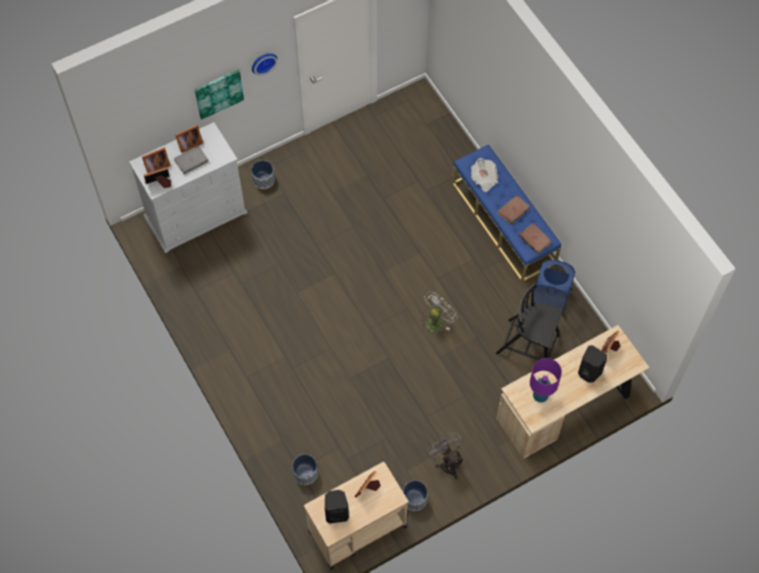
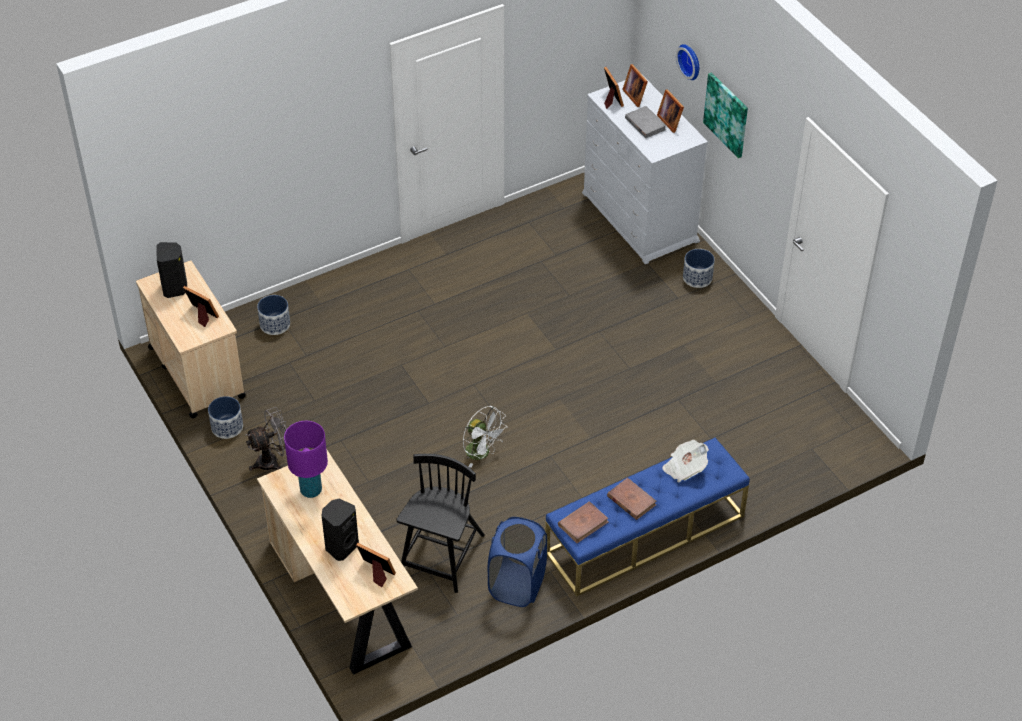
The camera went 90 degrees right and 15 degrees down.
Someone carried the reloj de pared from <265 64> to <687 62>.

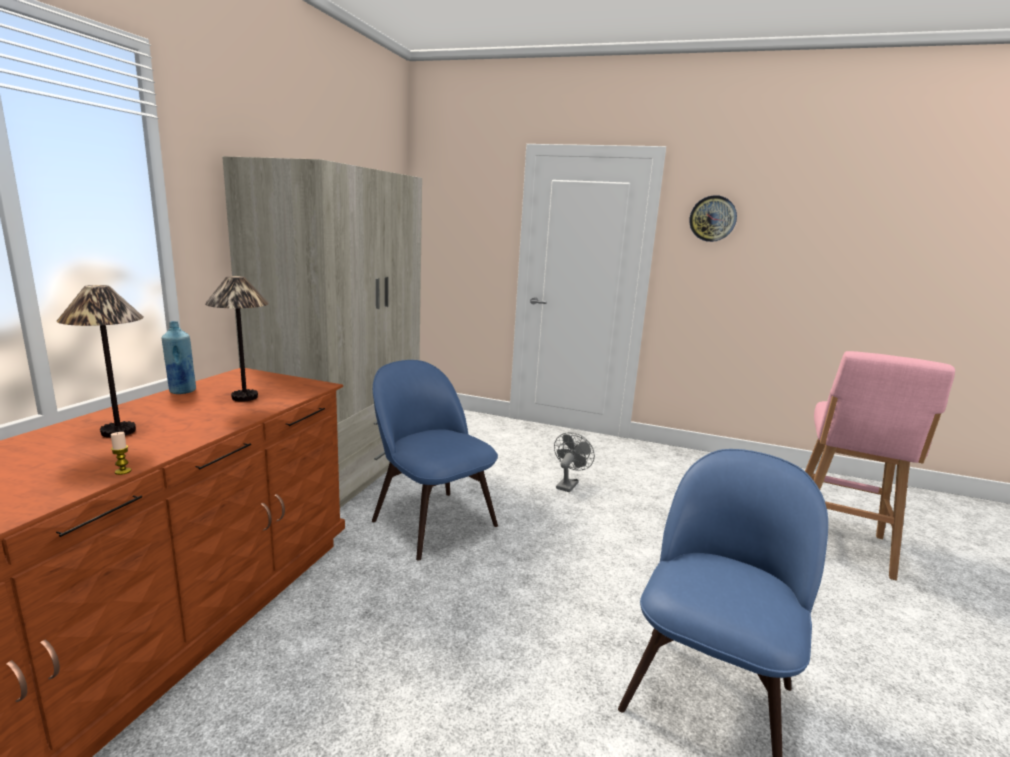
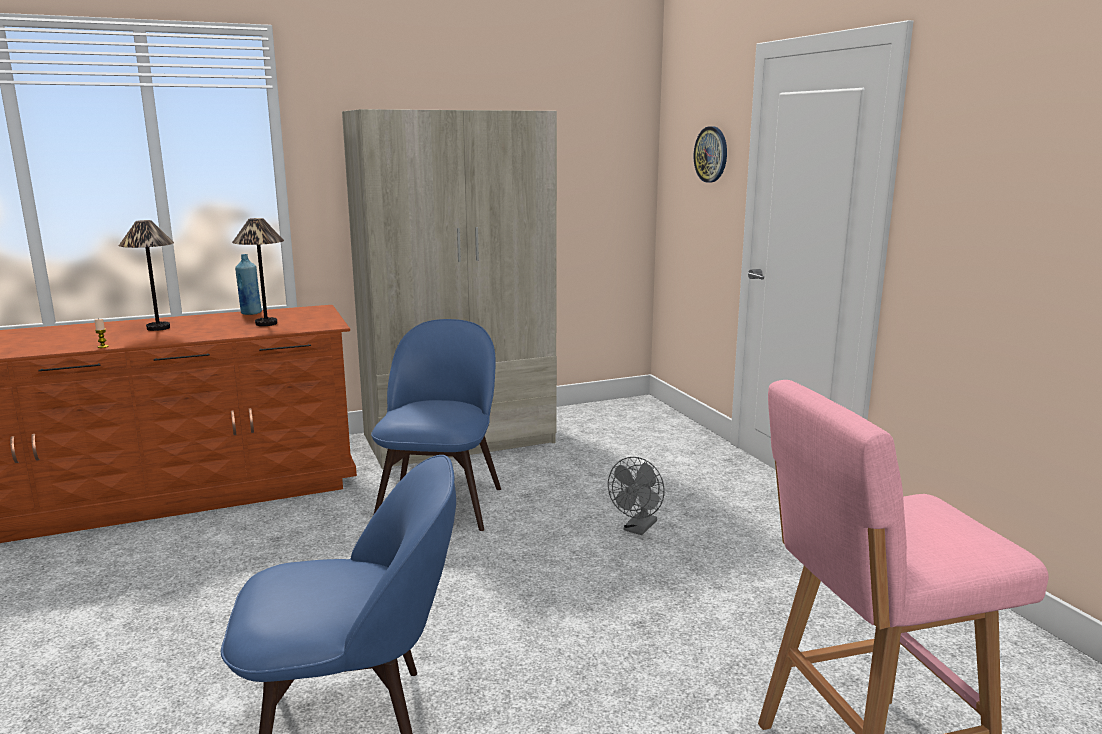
The camera went 50 degrees right and 0 degrees up.
Someone rotated the ventilador [gris] at <574 462> by 135 degrees clockwise.
Someone carried the reloj de pared from <713 218> to <710 154>.

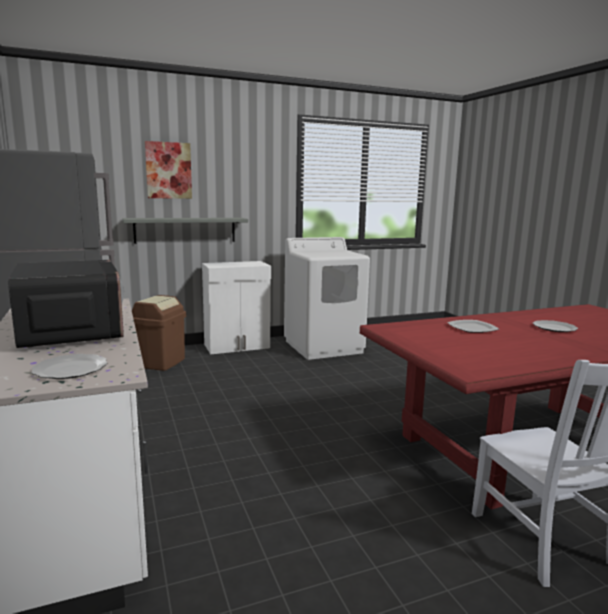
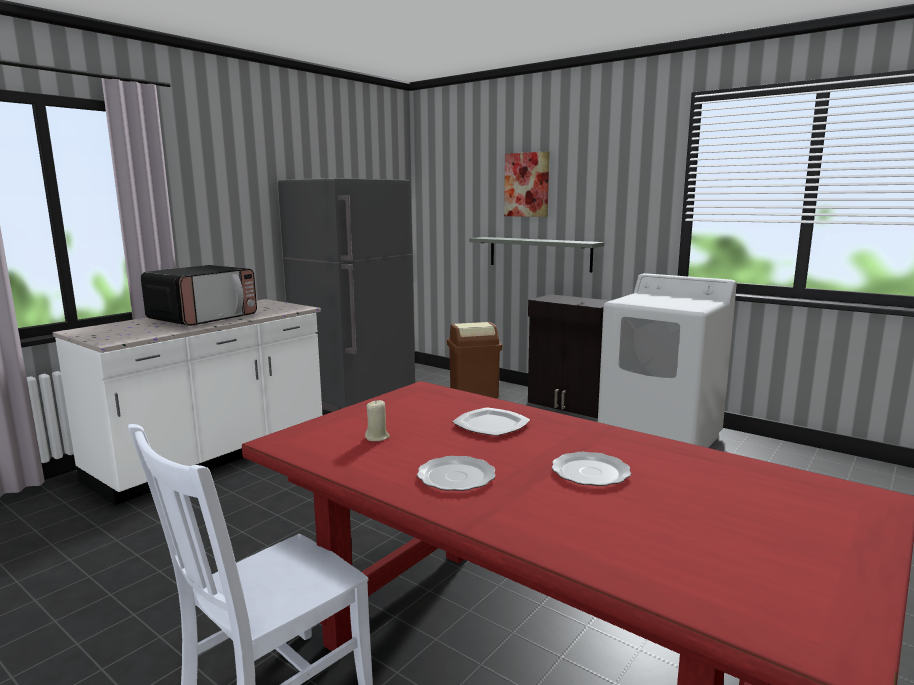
The camera went 60 degrees right and 0 degrees up.
Someone carried the plato from <69 366> to <456 473>.
Someone repainted the armario [blanco] at <236 307>, which became the armario [negro] at <569 356>.
Someone put down the vela [beis] at <377 420>.

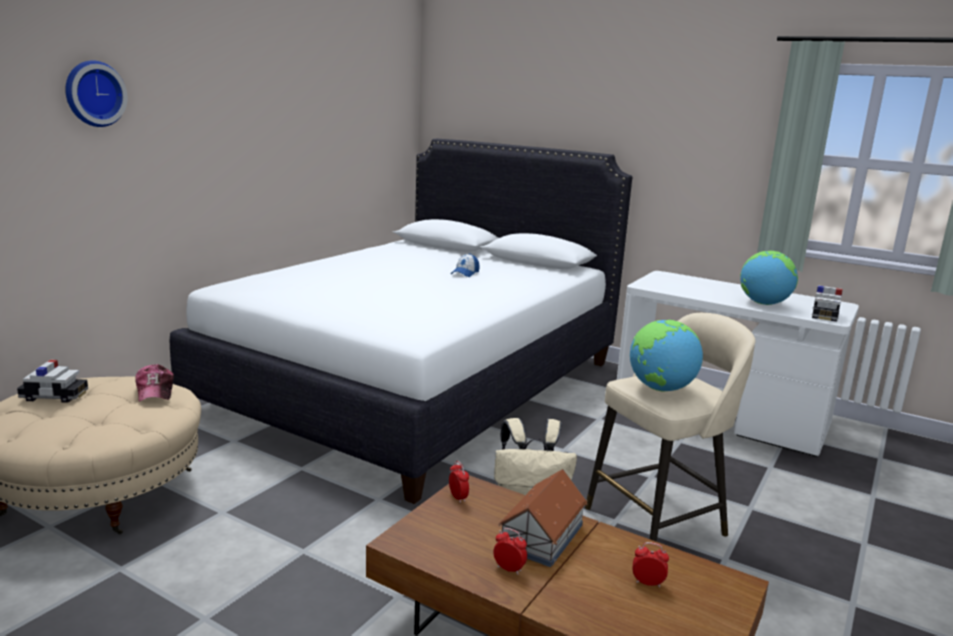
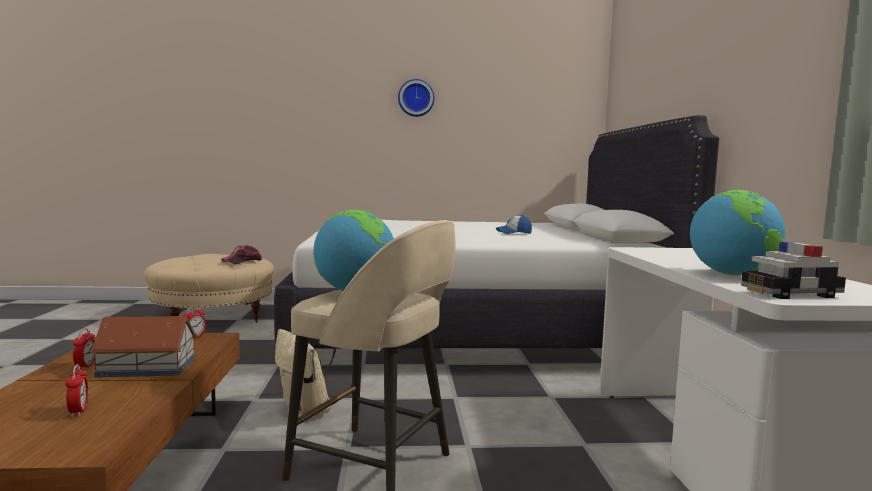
The camera went 55 degrees right and 10 degrees down.
Someone took away the coche de juguete at <52 381>.
Someone carried the reloj de pared from <96 93> to <416 98>.

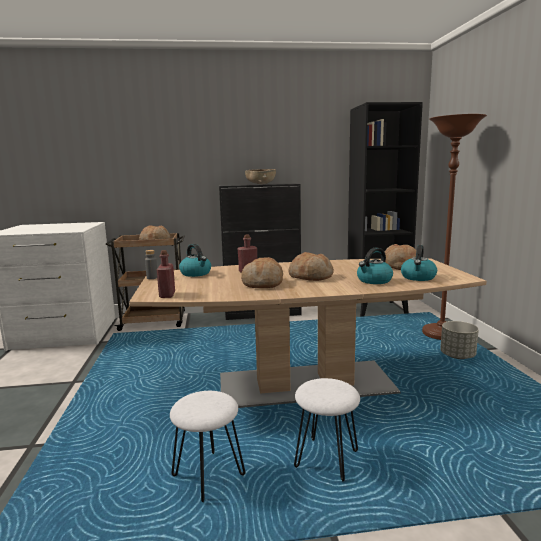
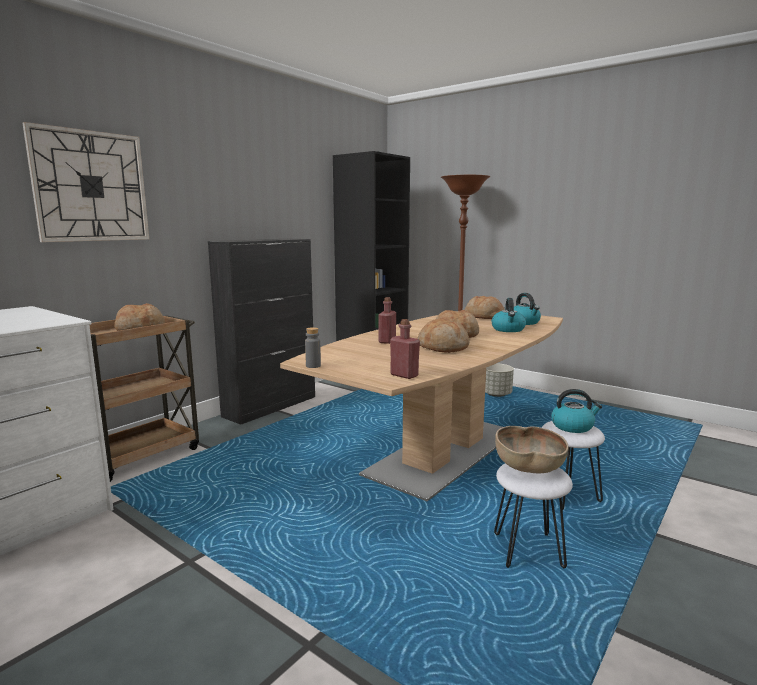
The camera went 45 degrees left and 0 degrees up.
Someone carried the hervidor from <195 260> to <576 411>.
Someone carried the cuenco [marrón] from <260 176> to <532 449>.
Someone put up the reloj de pared at <85 182>.

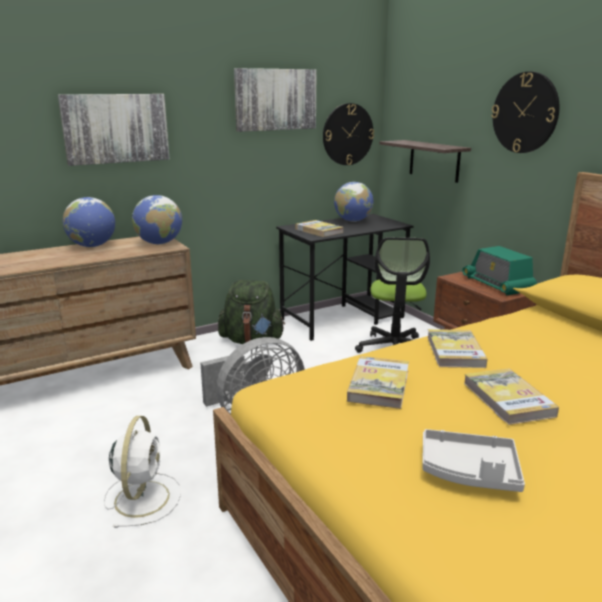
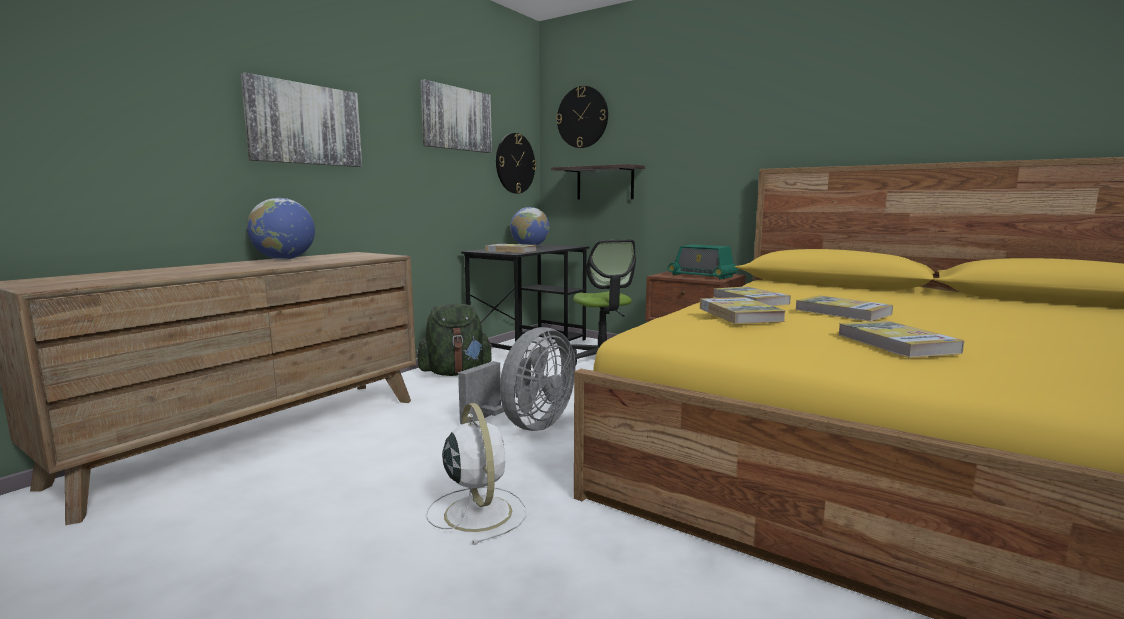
The camera went 25 degrees left and 10 degrees down.
Someone took away the globo terráqueo at <157 219>.
Someone swapped the bandeja [gris] at <473 460> for the libro at <901 339>.
Someone carried the reloj de pared from <525 112> to <582 117>.

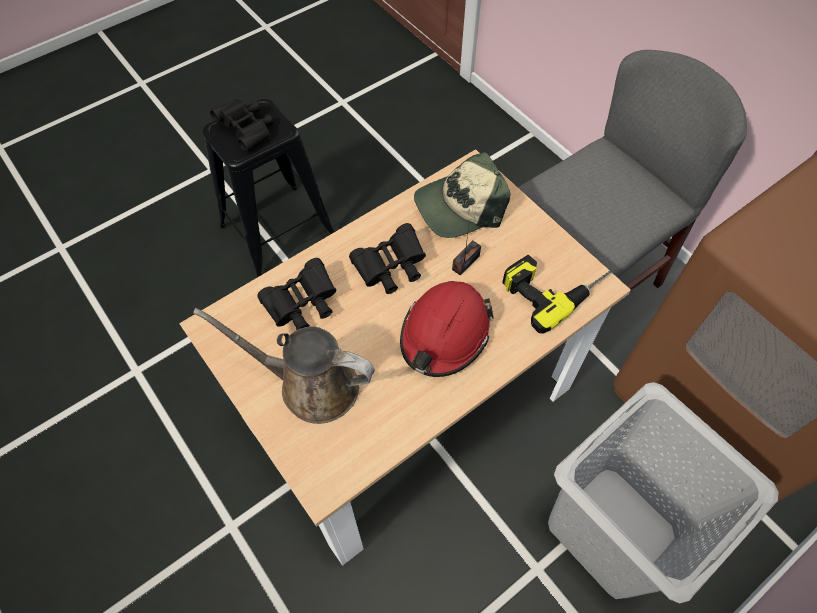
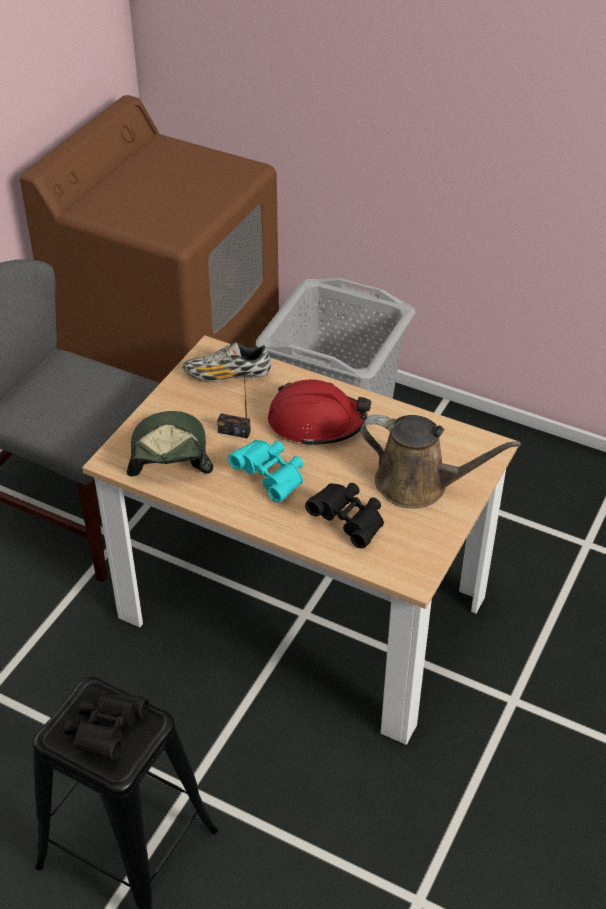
The camera went 115 degrees left and 15 degrees down.
Someone rotated the regadera [marrón] at <284 366> by 60 degrees counterclockwise.
Someone repainted the prismáticos [negro] at <387 258>, which became the prismáticos [turquesa] at <265 471>.
Someone rotated the gorra at <462 195> by 135 degrees counterclockwise.
Someone swapped the taladro at <556 294> for the zapato at <227 361>.

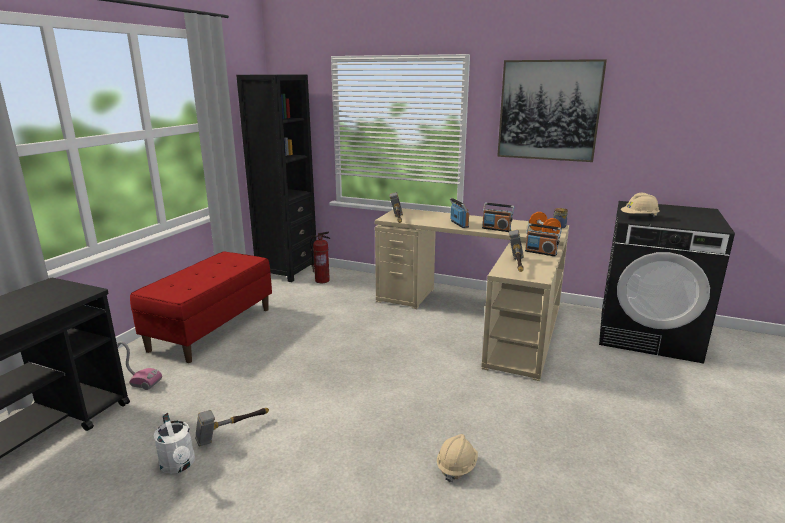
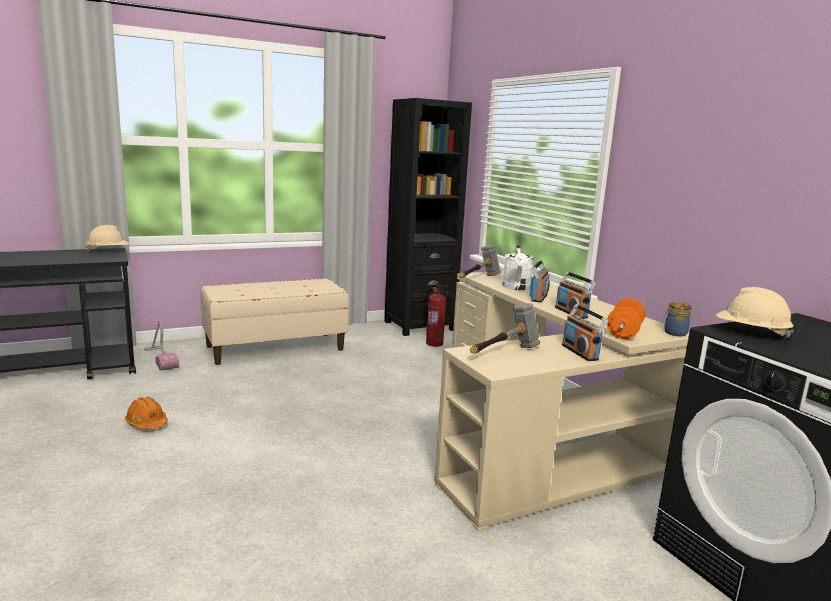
The camera went 40 degrees right and 5 degrees down.
Someone repainted the banco [rojo] at <201 307>, which became the banco [beis] at <274 321>.
Someone carried the regadera [blanco] from <174 443> to <517 267>.
Someone swapped the martillo at <232 427> for the casco [naranja] at <146 413>.
Someone carried the casco [beis] from <457 458> to <107 238>.
Someone took away the cuadro at <552 110>.

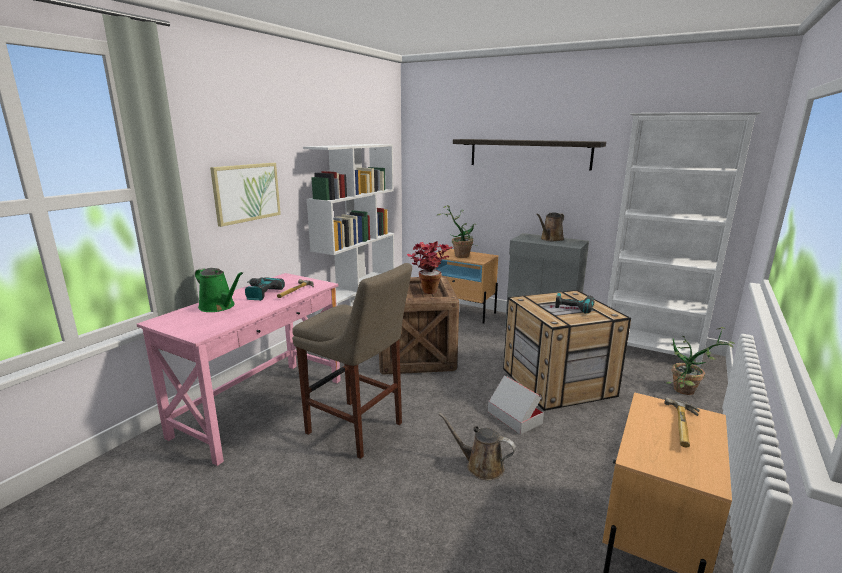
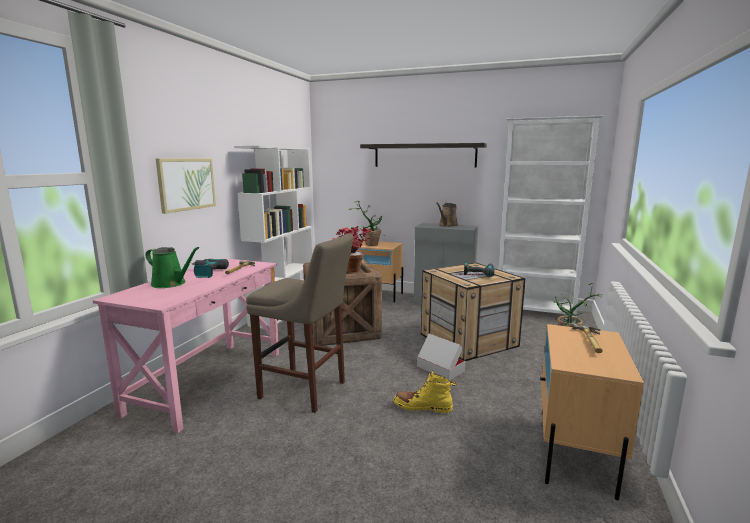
The camera went 10 degrees left and 5 degrees down.
Someone swapped the regadera [marrón] at <477 446> for the bota [amarillo] at <424 391>.

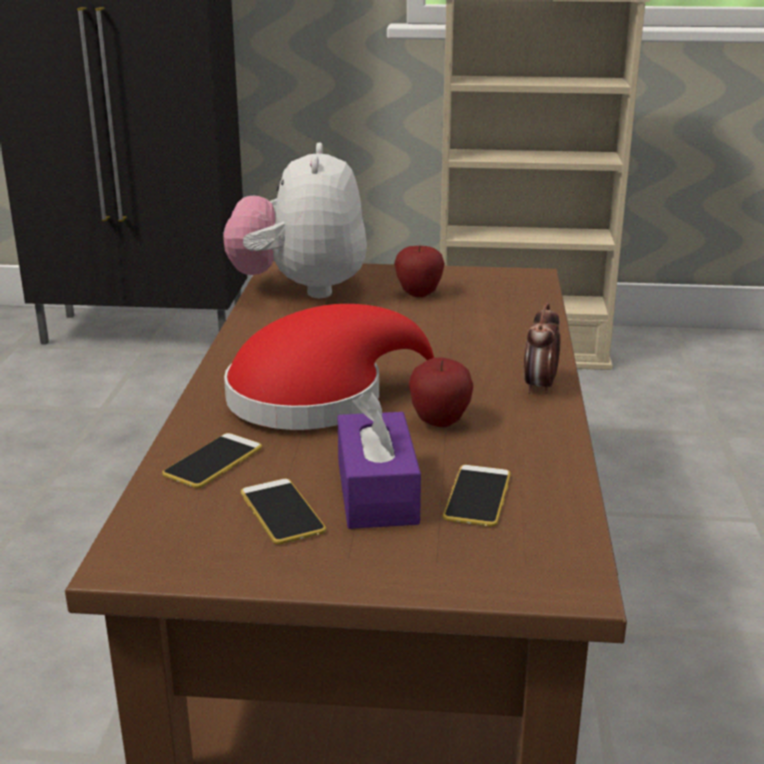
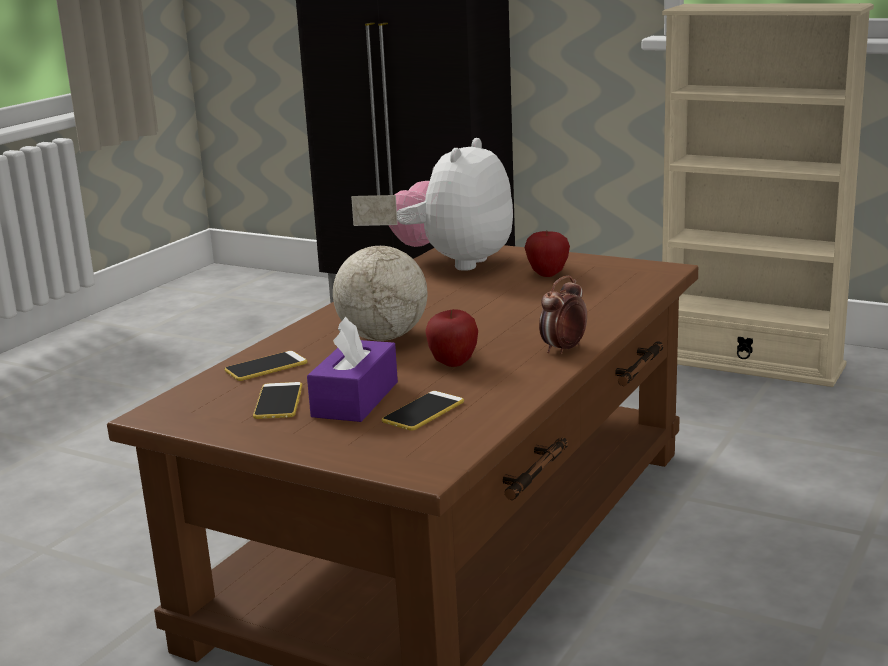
The camera went 25 degrees right and 5 degrees down.
Someone swapped the sombrero [rojo] at <329 367> for the globo terráqueo at <380 268>.

